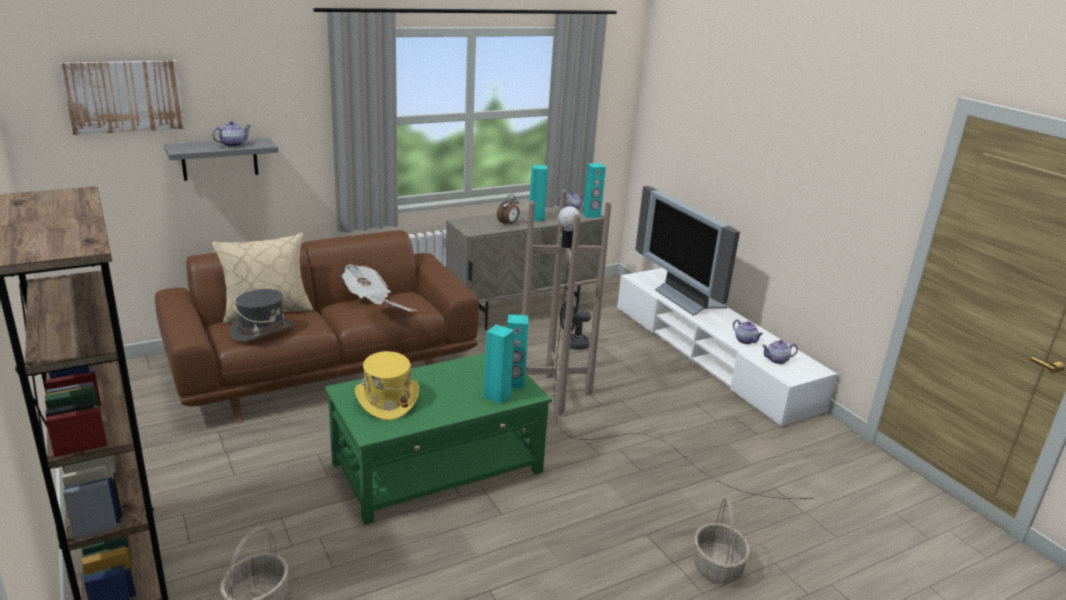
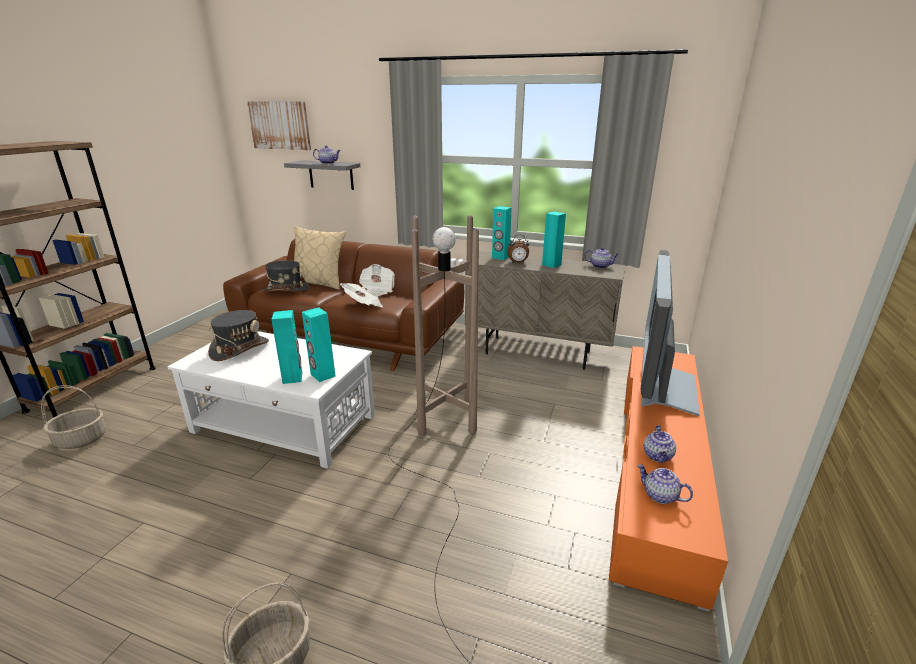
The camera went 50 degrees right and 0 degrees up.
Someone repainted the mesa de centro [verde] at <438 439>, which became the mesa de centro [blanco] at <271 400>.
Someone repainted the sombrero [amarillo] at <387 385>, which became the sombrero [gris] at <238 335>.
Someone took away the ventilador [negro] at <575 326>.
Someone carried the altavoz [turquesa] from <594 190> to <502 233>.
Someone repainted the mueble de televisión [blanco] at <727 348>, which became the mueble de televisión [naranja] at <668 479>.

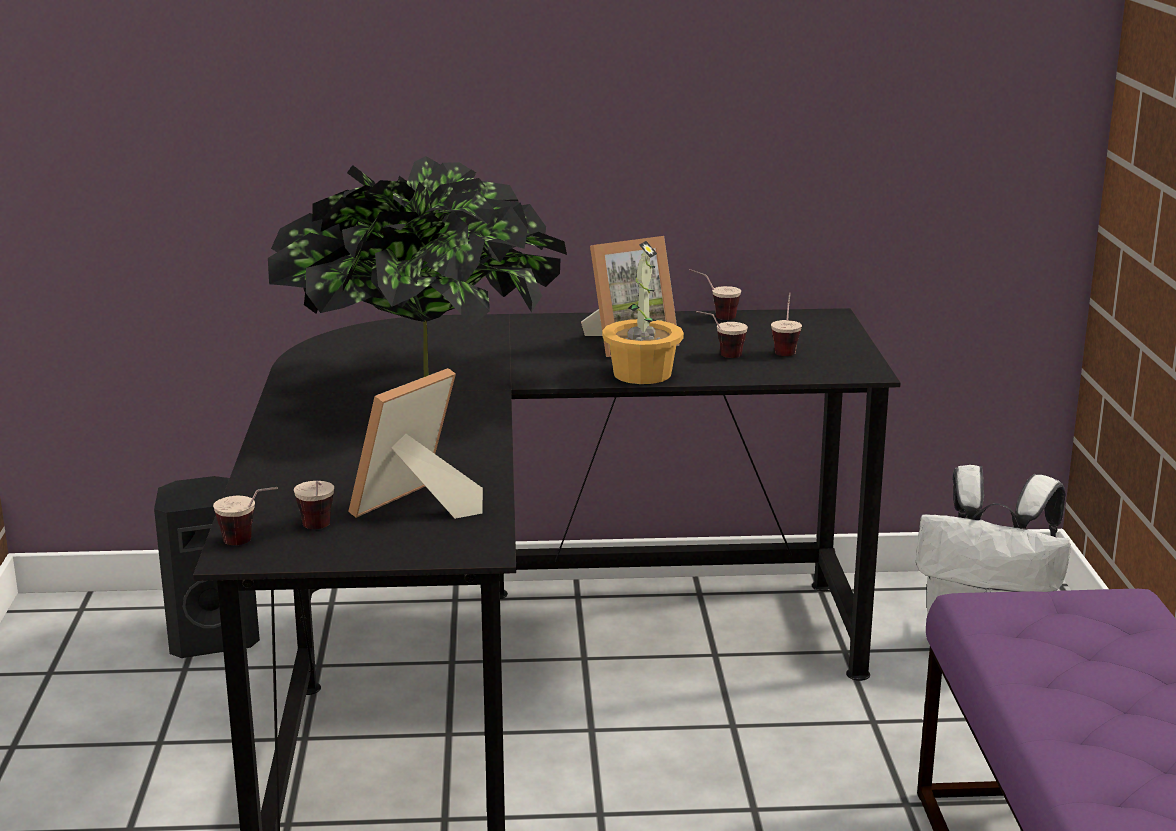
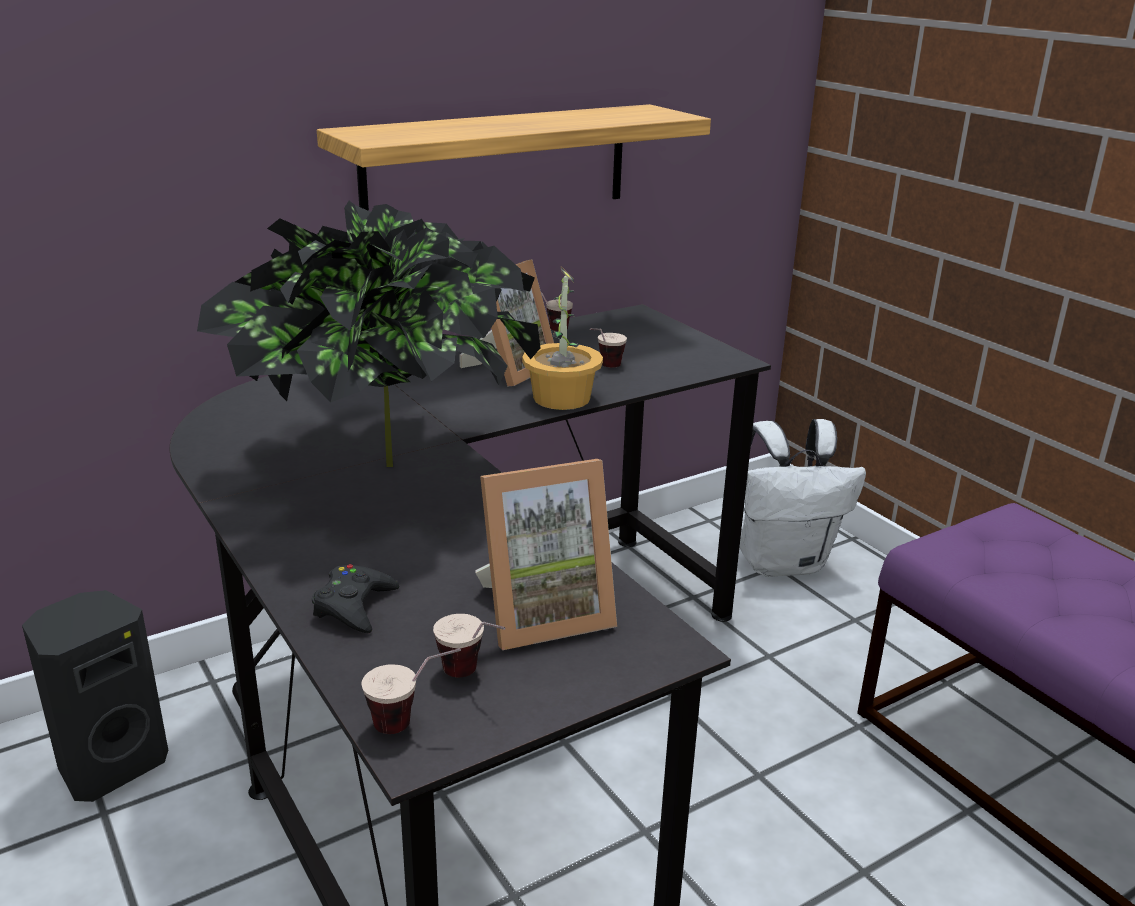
The camera went 30 degrees left and 5 degrees up.
Someone rotated the portarretratos at <415 443> by 120 degrees counterclockwise.
Someone took away the taza at <786 324>.
Someone put down the mando de consola [negro] at <355 598>.
Someone put up the estante at <514 157>.

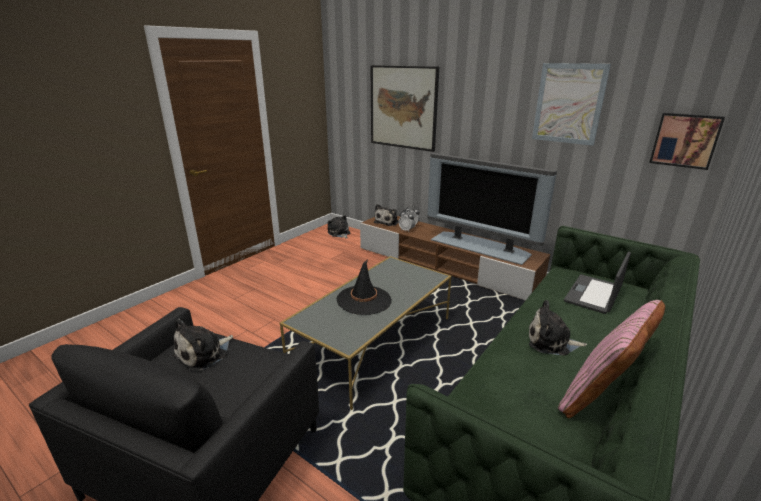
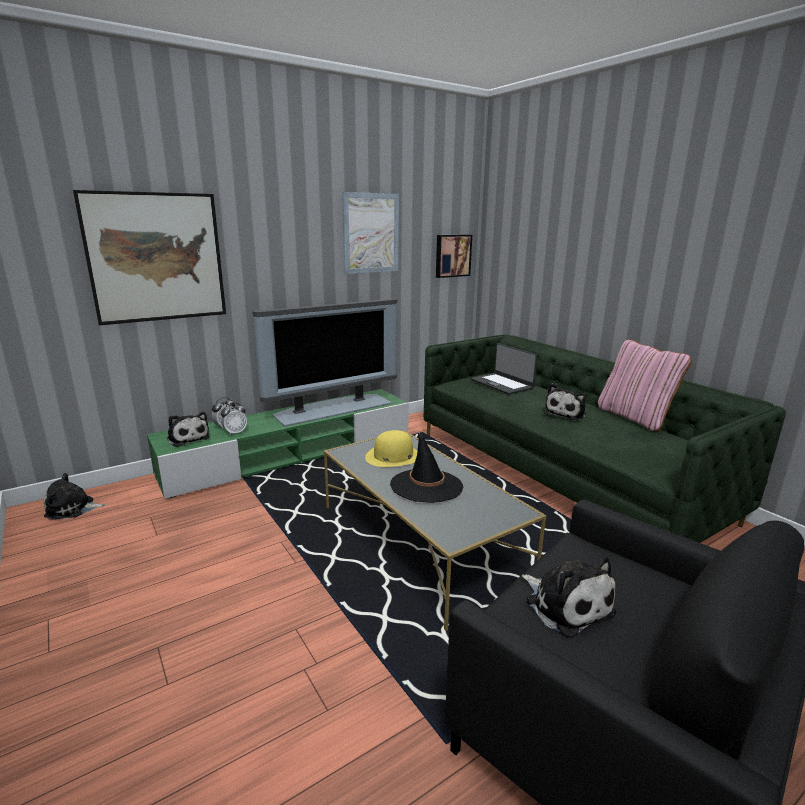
The camera went 70 degrees left and 5 degrees down.
Someone repainted the mueble de televisión [marrón] at <455 258>, which became the mueble de televisión [verde] at <278 444>.
Someone put down the sombrero [amarillo] at <391 448>.

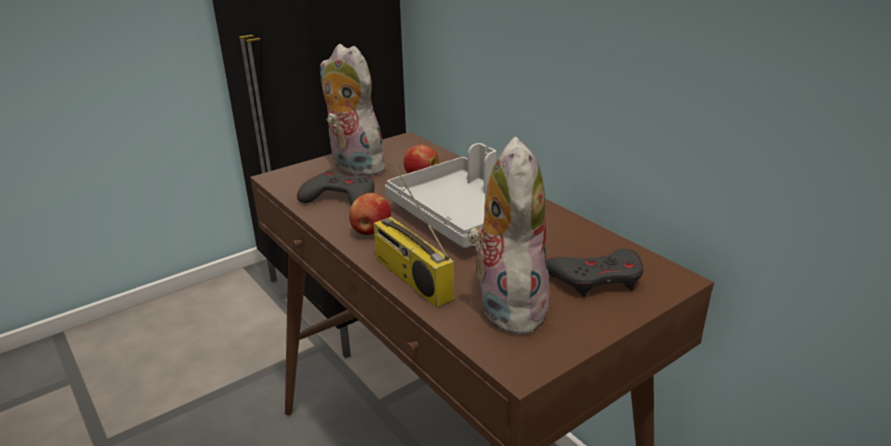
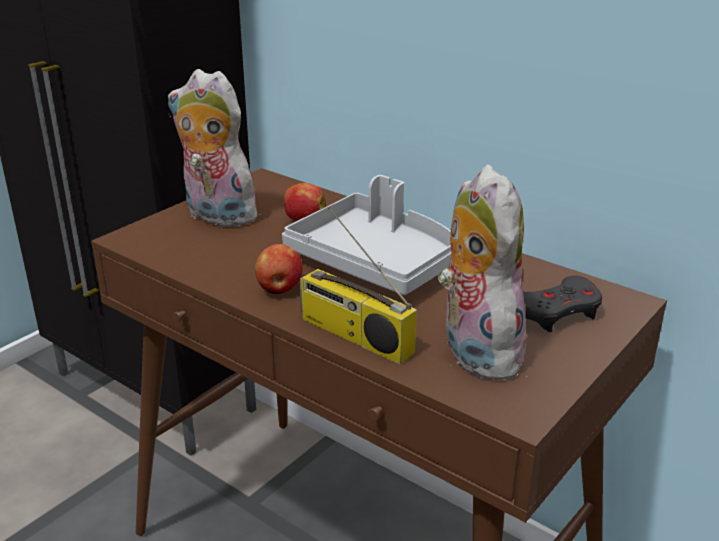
The camera went 15 degrees left and 0 degrees up.
Someone took away the mando de consola [gris] at <336 187>.

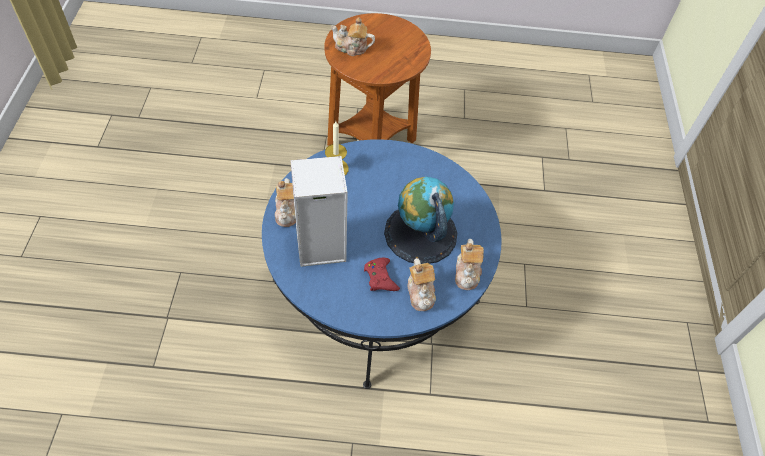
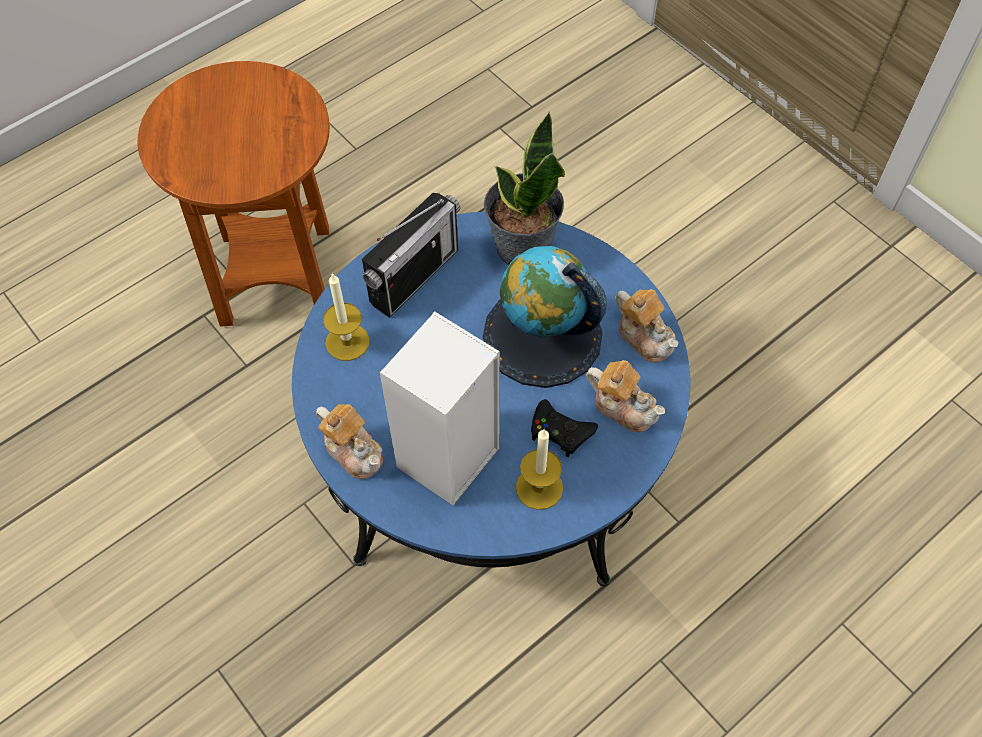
The camera went 40 degrees left and 5 degrees up.
Someone took away the tetera at <353 36>.
Someone repainted the mando de consola [rojo] at <382 274>, which became the mando de consola [negro] at <564 428>.
Someone put down the radio at <411 255>.
Someone put down the planta en maceta at <524 188>.
Someone put down the vela at <539 469>.

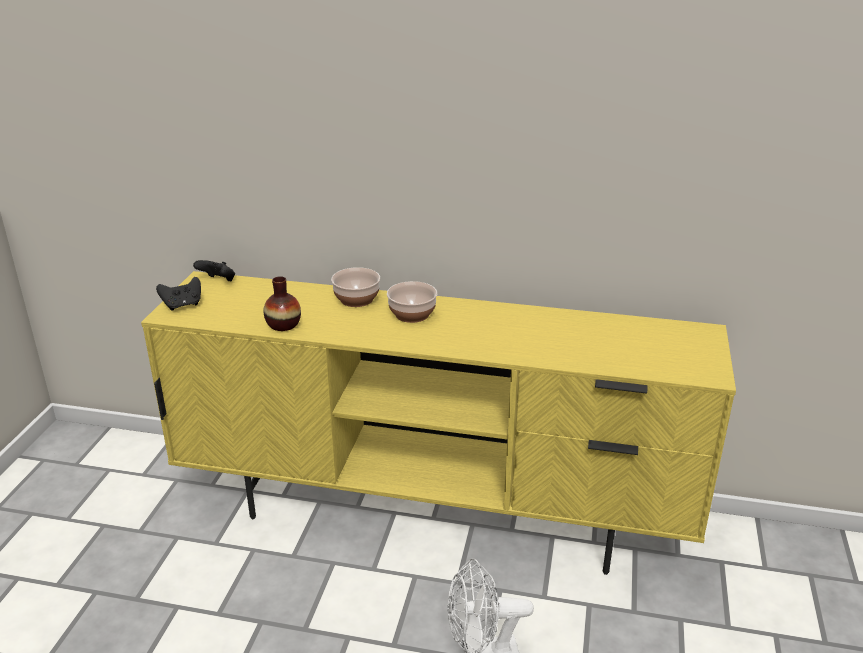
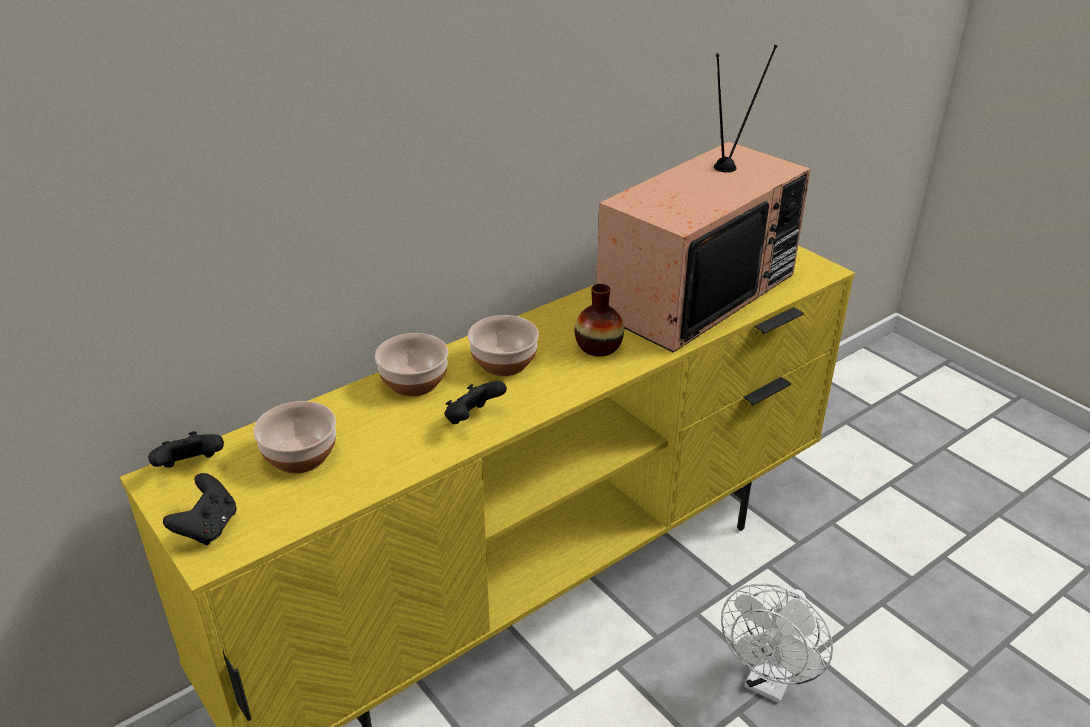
The camera went 50 degrees left and 5 degrees up.
Someone carried the florero from <282 303> to <599 320>.
Someone put down the cuenco at <294 437>.
Someone put down the mando de consola [negro] at <476 402>.
Someone put down the televisor at <704 198>.

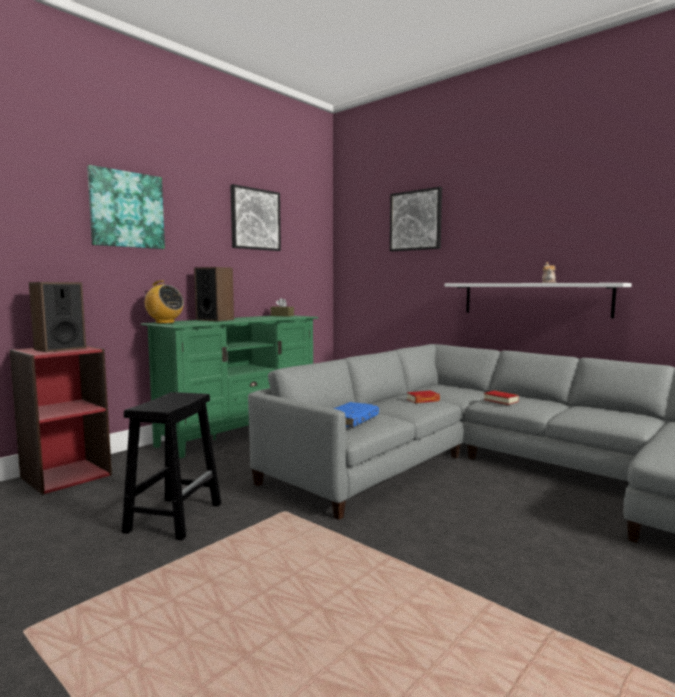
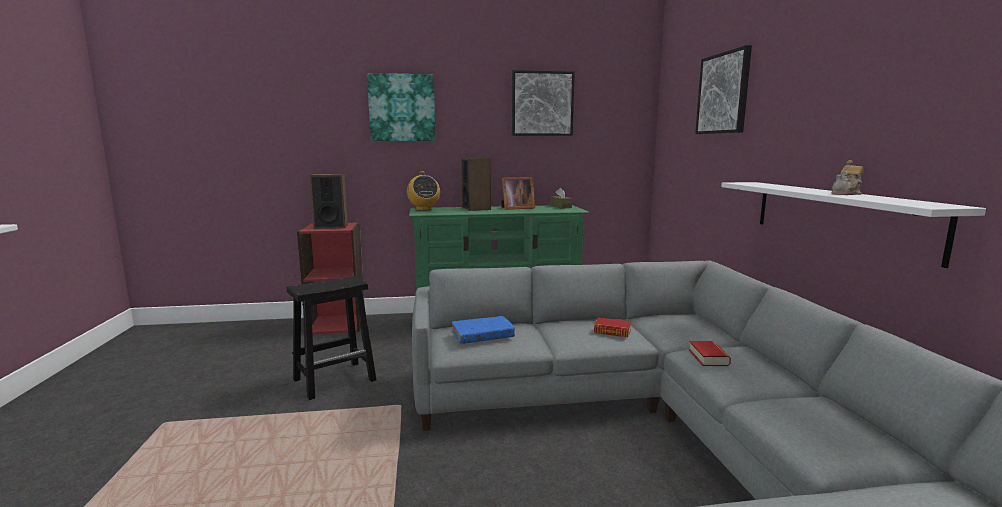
The camera went 40 degrees right and 5 degrees up.
Someone put down the portarretratos at <518 193>.

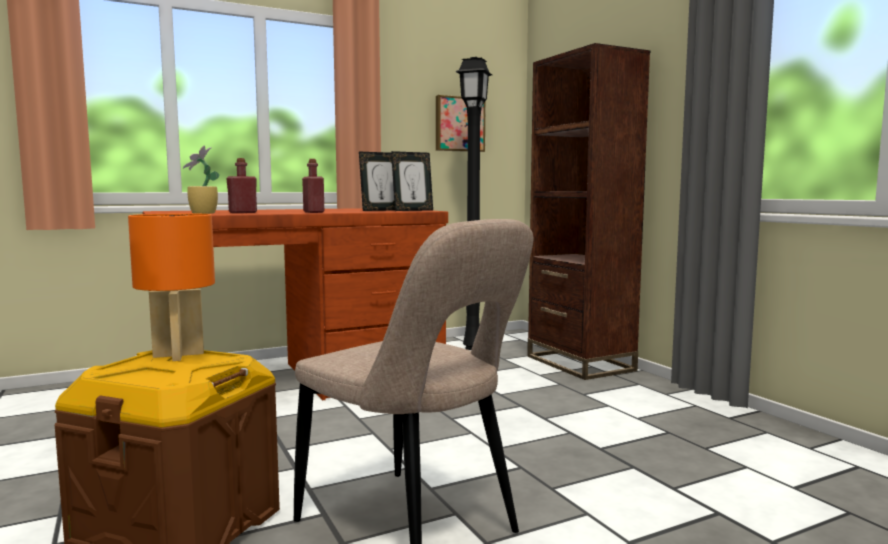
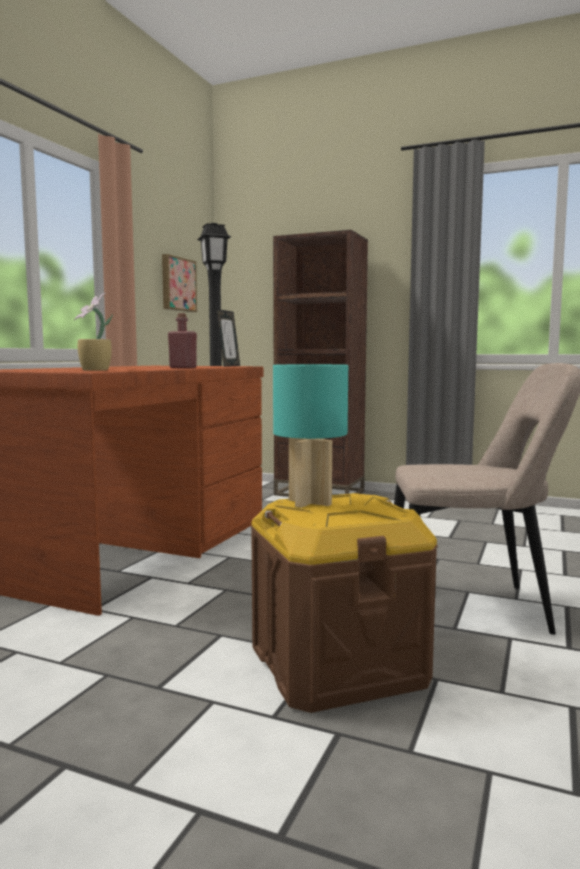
The camera went 40 degrees left and 0 degrees up.
Someone repainted the lámpara de mesa [naranja] at <171 287>, which became the lámpara de mesa [turquesa] at <310 436>.
Someone took away the botella [rojo] at <241 185>.
Someone took away the portarretratos at <377 181>.

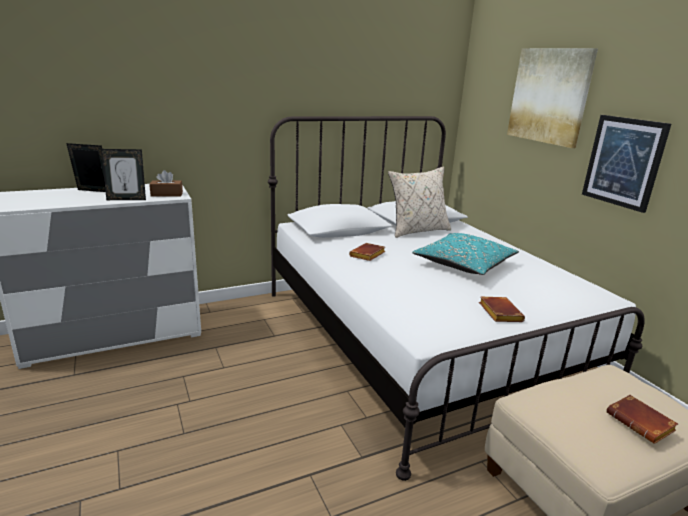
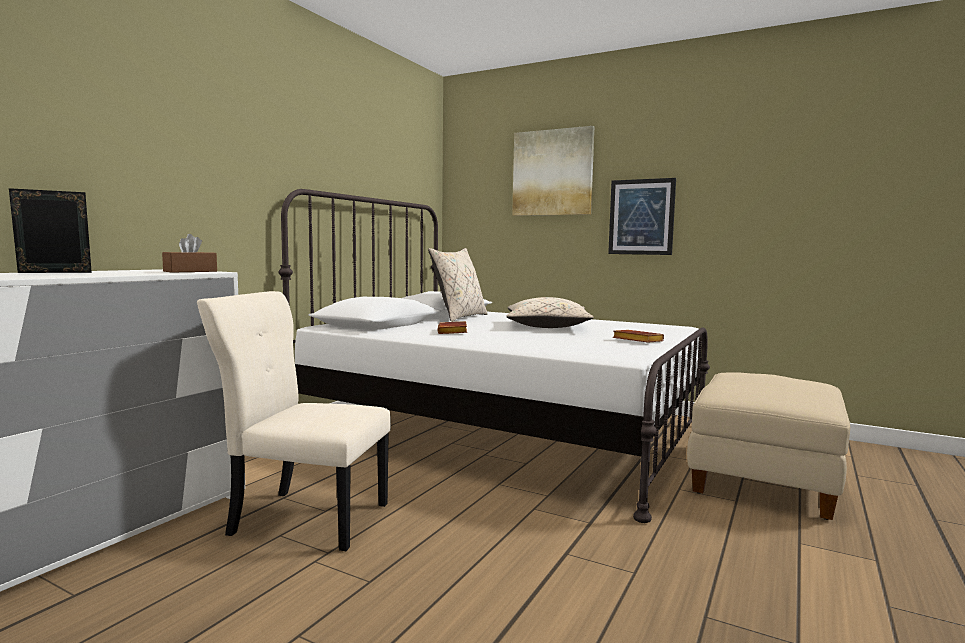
The camera went 35 degrees left and 15 degrees down.
Someone took away the portarretratos at <123 174>.
Someone repainted the cojín [turquesa] at <465 254>, which became the cojín [beis] at <550 312>.
Someone took away the libro [marrón] at <642 419>.
Someone put down the silla [beis] at <294 421>.

